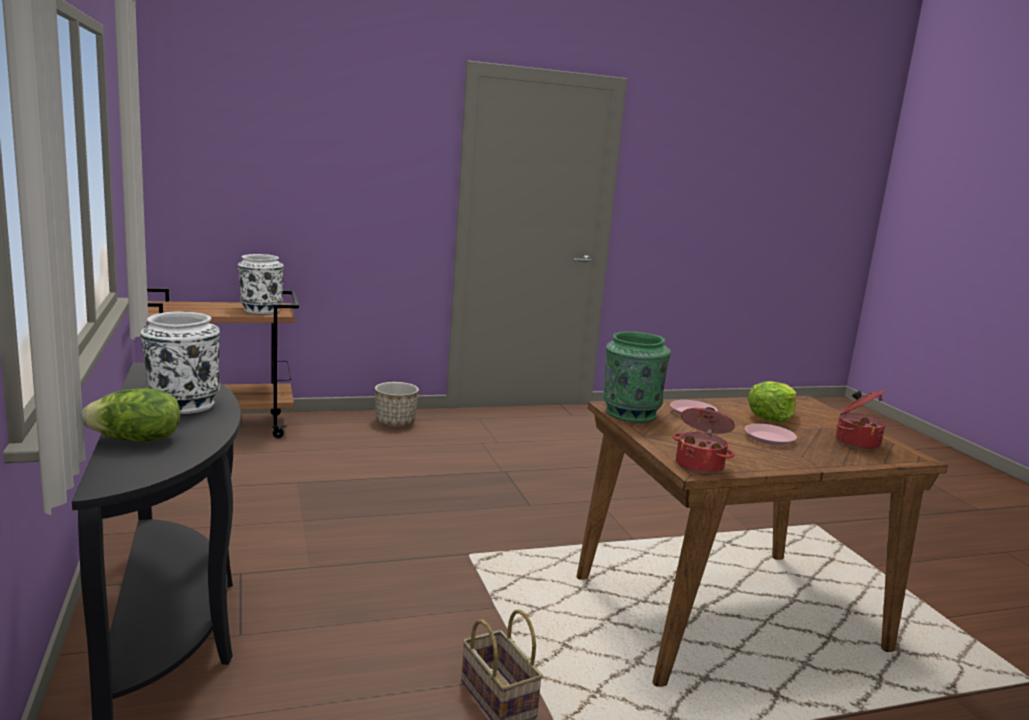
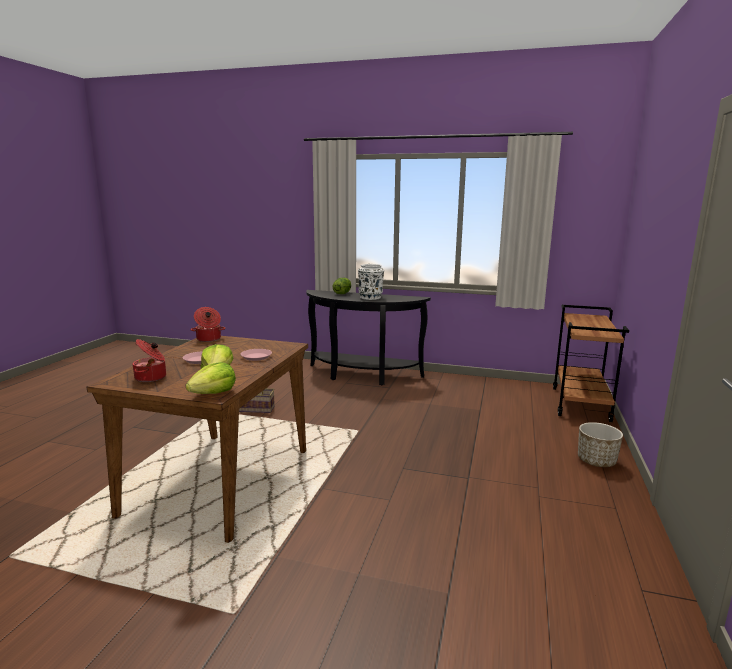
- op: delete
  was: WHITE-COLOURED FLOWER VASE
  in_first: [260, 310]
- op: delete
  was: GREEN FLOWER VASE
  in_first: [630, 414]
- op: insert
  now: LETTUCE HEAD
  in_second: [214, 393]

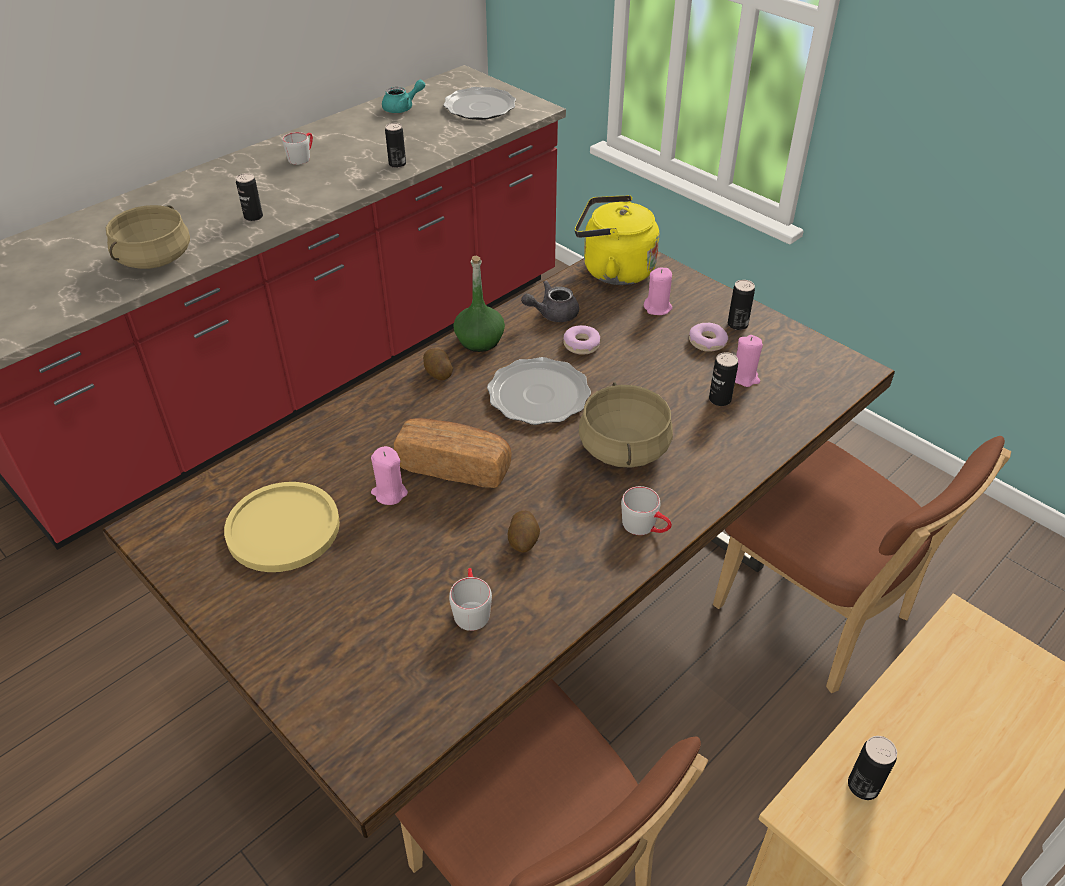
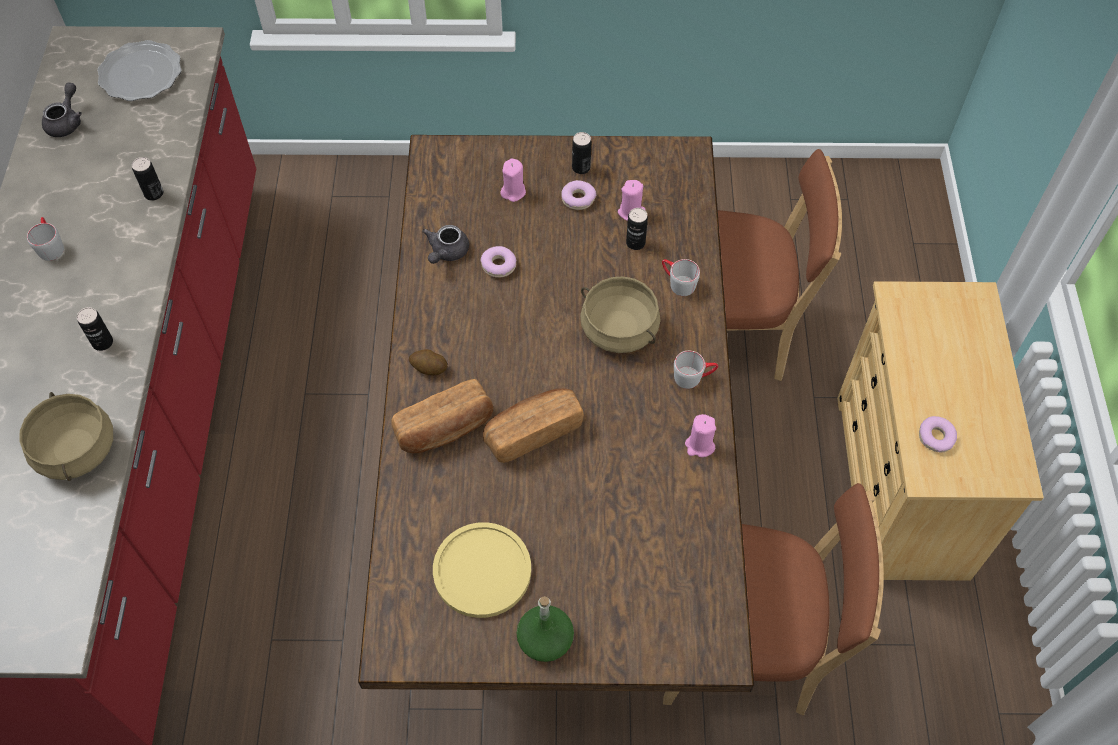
- op: delete
  was: FLAT DISH
  in_first: [539, 394]
- op: delete
  was: WHOLE POTATO
  in_first: [523, 541]
- op: delete
  was: YELLOW-COLOURED KETTLE
  in_first: [613, 270]
- op: insert
  now: BREAD
  in_second: [445, 429]
- op: move
  was: PINKISH CANDLE
  in_first: [389, 493]
  in_second: [699, 445]
- op: move
  was: GREYISH MUG
  in_first: [471, 608]
  in_second: [677, 283]
- op: move
  was: GREEN BOTTLE
  in_first: [480, 340]
  in_second: [545, 639]
- op: replace
  was: SEALED CAN
  now: DOUGHNUT
  in_first: [863, 786]
  in_second: [935, 437]
- op: recolor
  was: TURQUOISE TEAPOT
  now: GREYISH TEAPOT
  in_first: [403, 108]
  in_second: [66, 122]

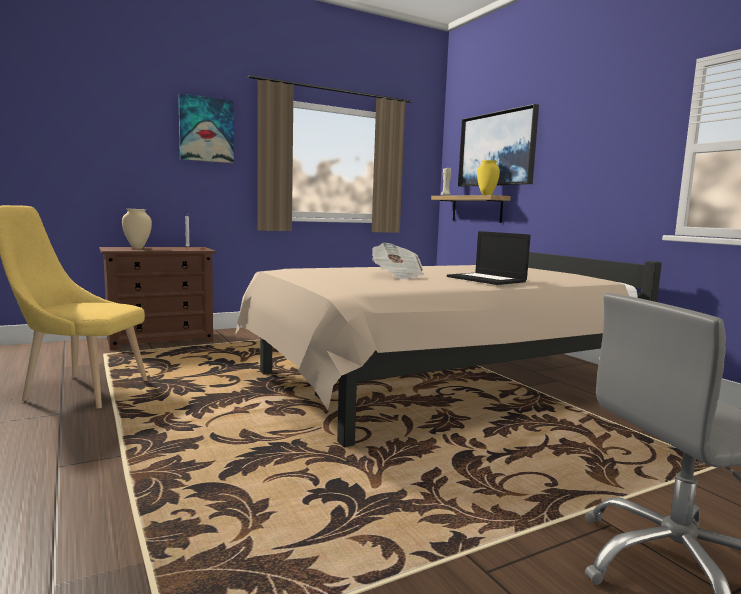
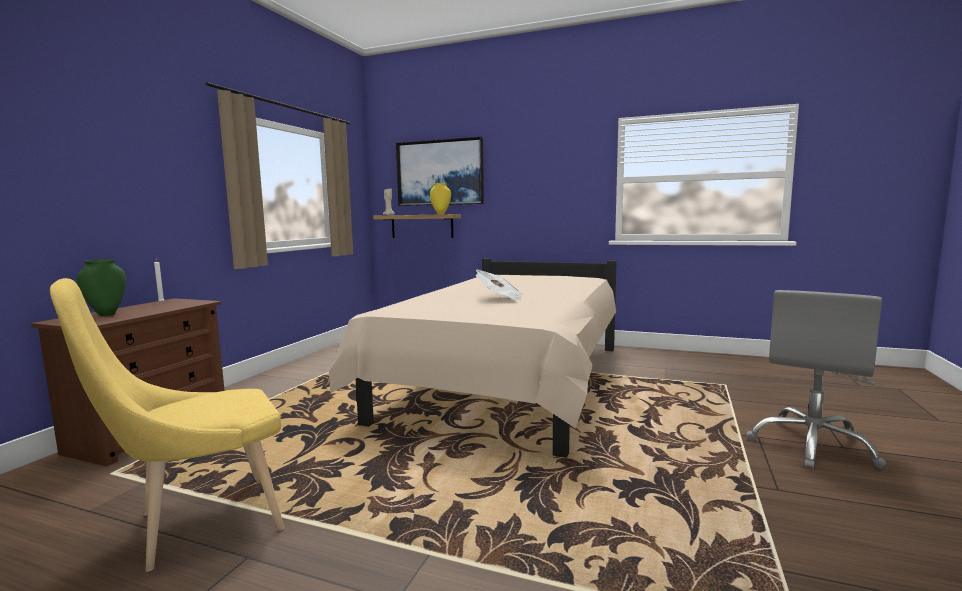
- op: delete
  was: WALL ART
  in_first: [206, 129]
- op: delete
  was: PORTABLE COMPUTER
  in_first: [487, 279]
- op: recolor
  was: SAND-COLOURED FLOWER VASE
  now: GREEN FLOWER VASE
  in_first: [137, 248]
  in_second: [106, 315]

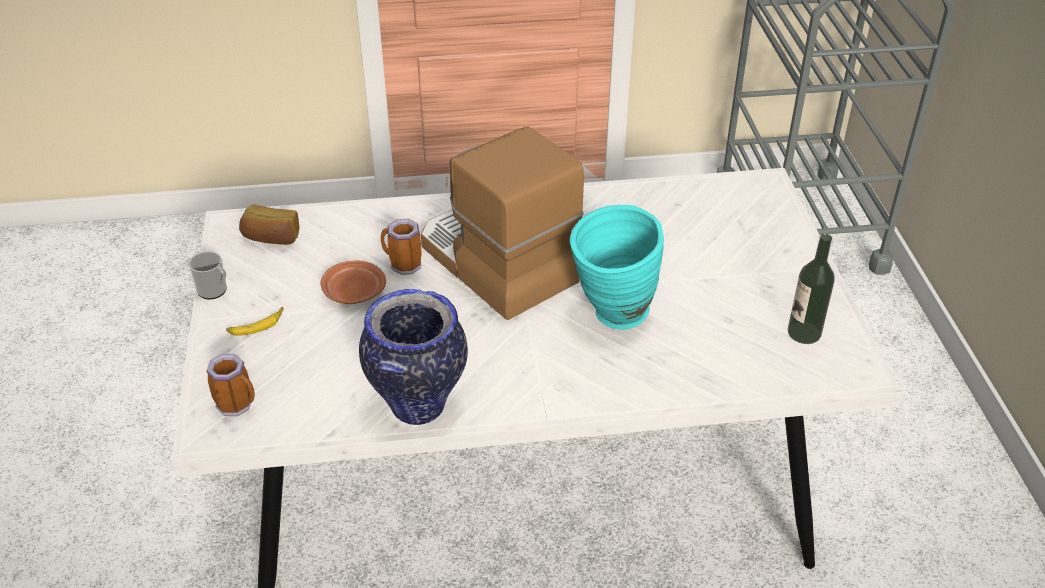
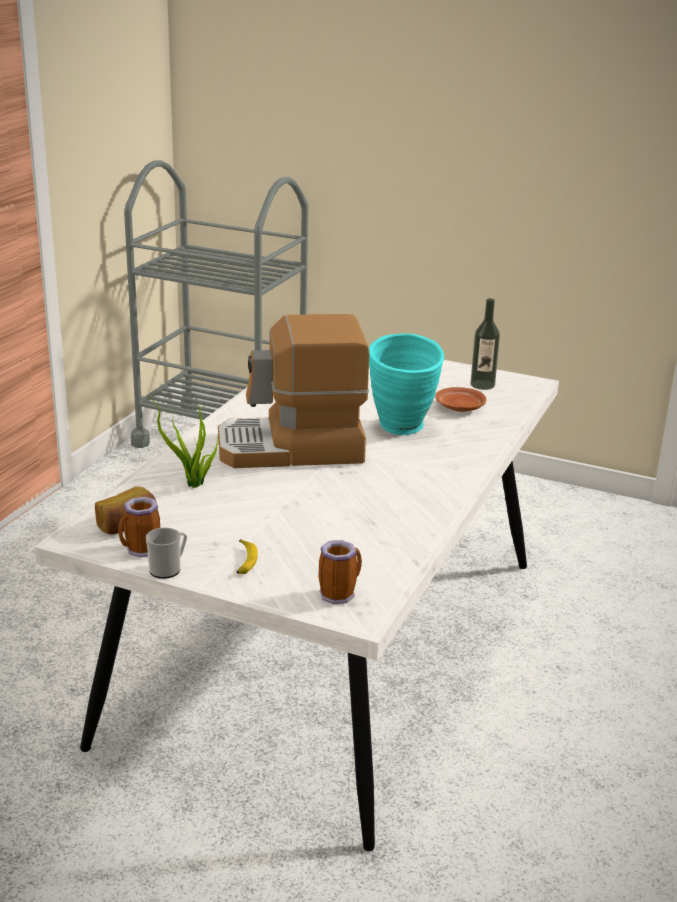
- op: delete
  was: FLOWER VASE
  in_first: [418, 405]
- op: insert
  now: POTTED PLANT
  in_second: [193, 485]
- op: move
  was: BROWNISH FLAT DISH
  in_first: [353, 291]
  in_second: [459, 407]
- op: move
  was: MUG
  in_first: [402, 266]
  in_second: [141, 551]

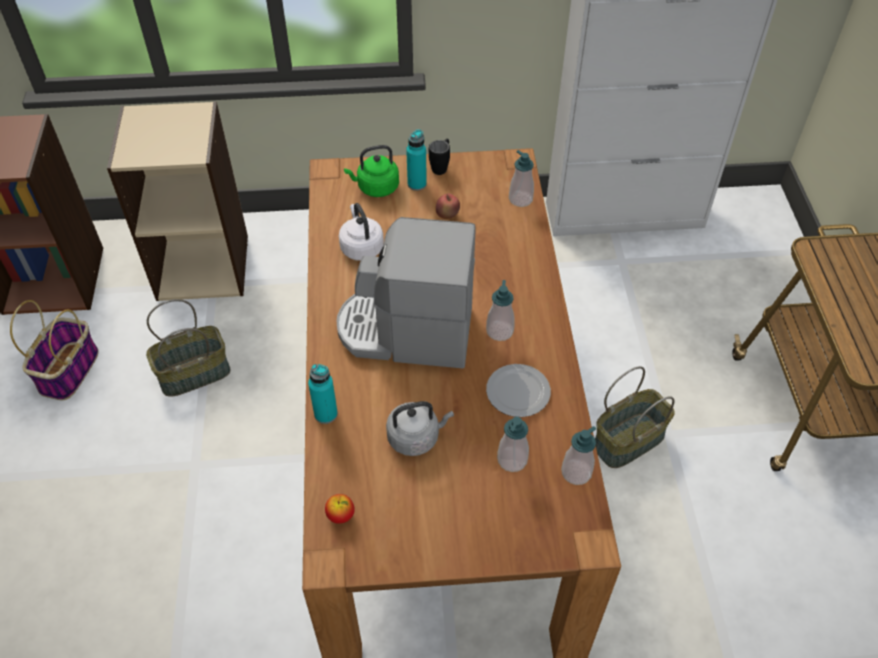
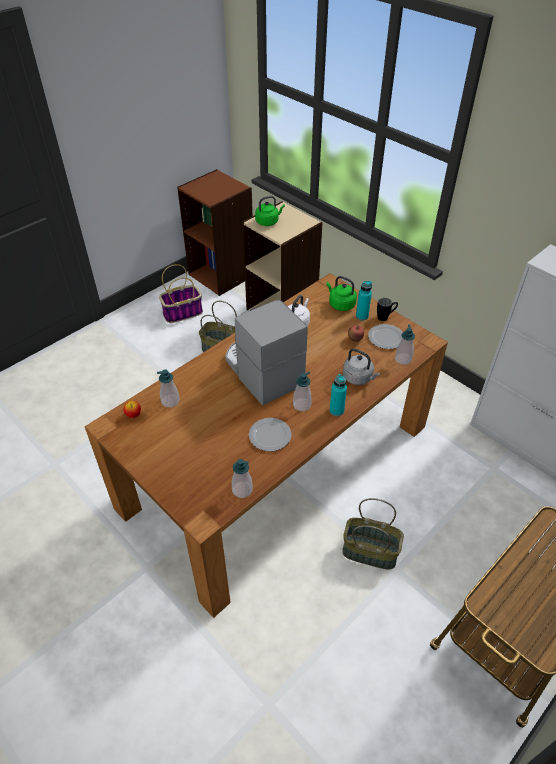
- op: insert
  now: GREEN KETTLE
  in_second: [268, 222]
- op: insert
  now: FLAT DISH
  in_second: [385, 337]
- op: move
  was: TURQUOISE BOTTLE
  in_first: [326, 414]
  in_second: [336, 410]
- op: move
  was: GREYISH KETTLE
  in_first: [416, 437]
  in_second: [359, 378]
- op: move
  was: SOAP DISPENSER
  in_first: [512, 459]
  in_second: [170, 401]

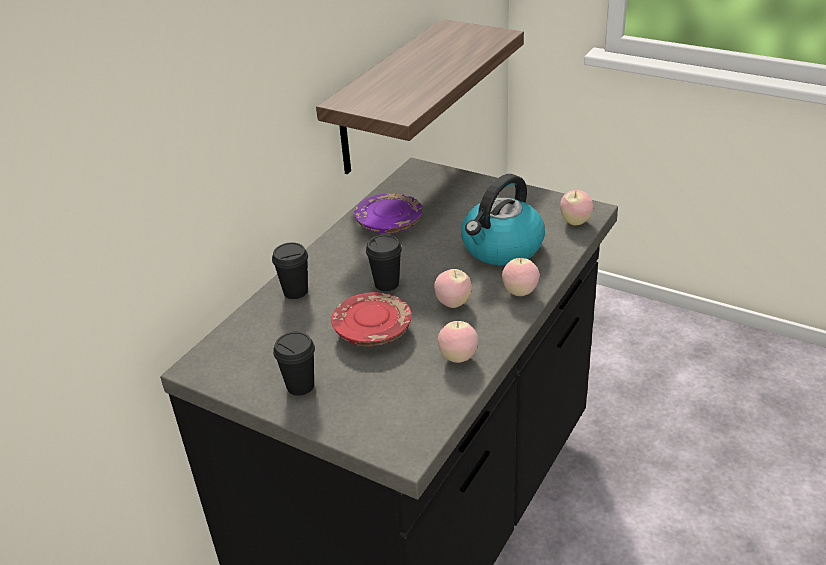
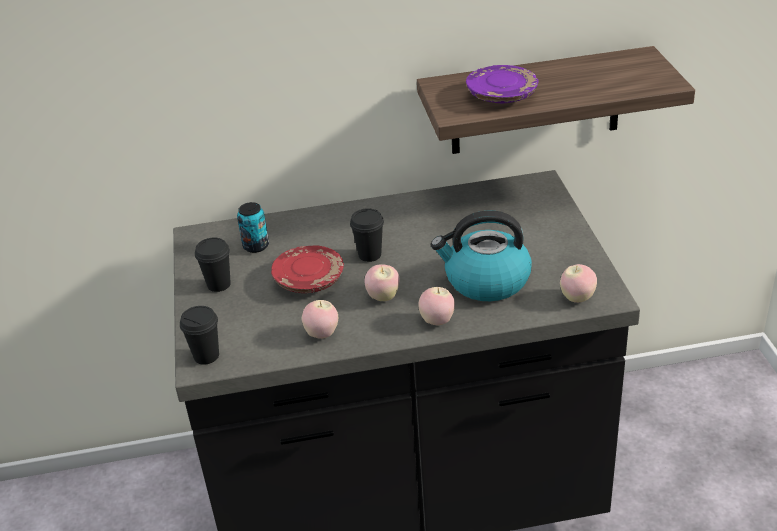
- op: insert
  now: SEALED CAN
  in_second: [256, 246]
- op: move
  was: BLACK-COLOURED DRINKING CUP
  in_first: [295, 292]
  in_second: [206, 356]
- op: move
  was: PURPLISH FLAT DISH
  in_first: [389, 223]
  in_second: [501, 95]

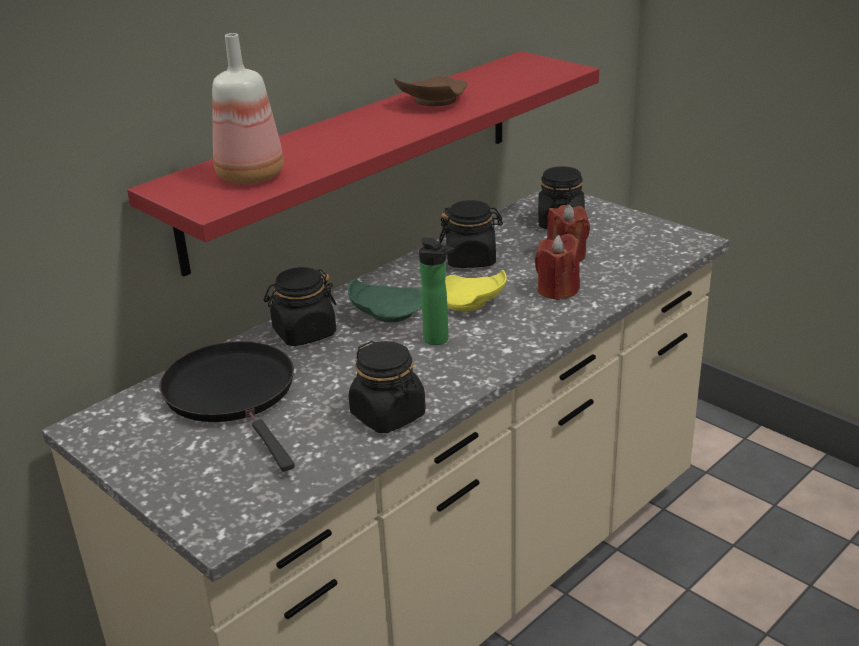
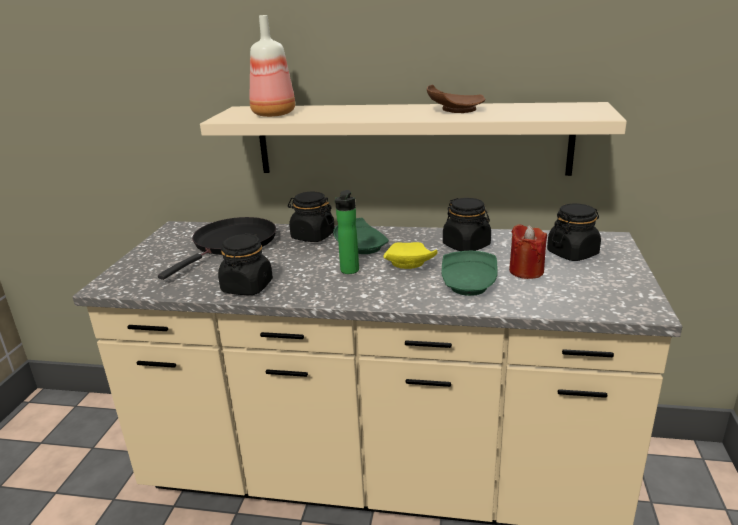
- op: replace
  was: REDDISH CANDLE
  now: GREEN FLAT DISH
  in_first: [557, 290]
  in_second: [469, 285]
- op: recolor
  was: REDDISH BRACKET SHELF
  now: SAND-COLOURED BRACKET SHELF
  in_first: [356, 156]
  in_second: [410, 139]

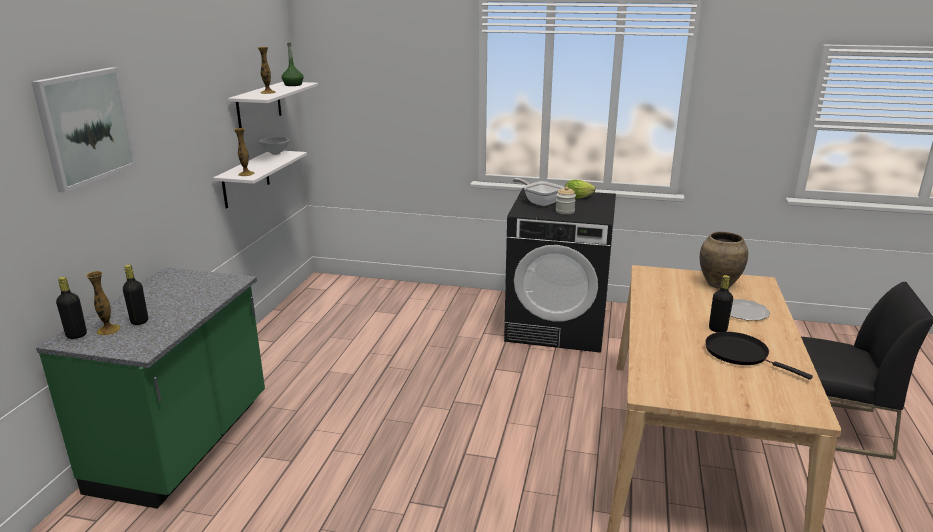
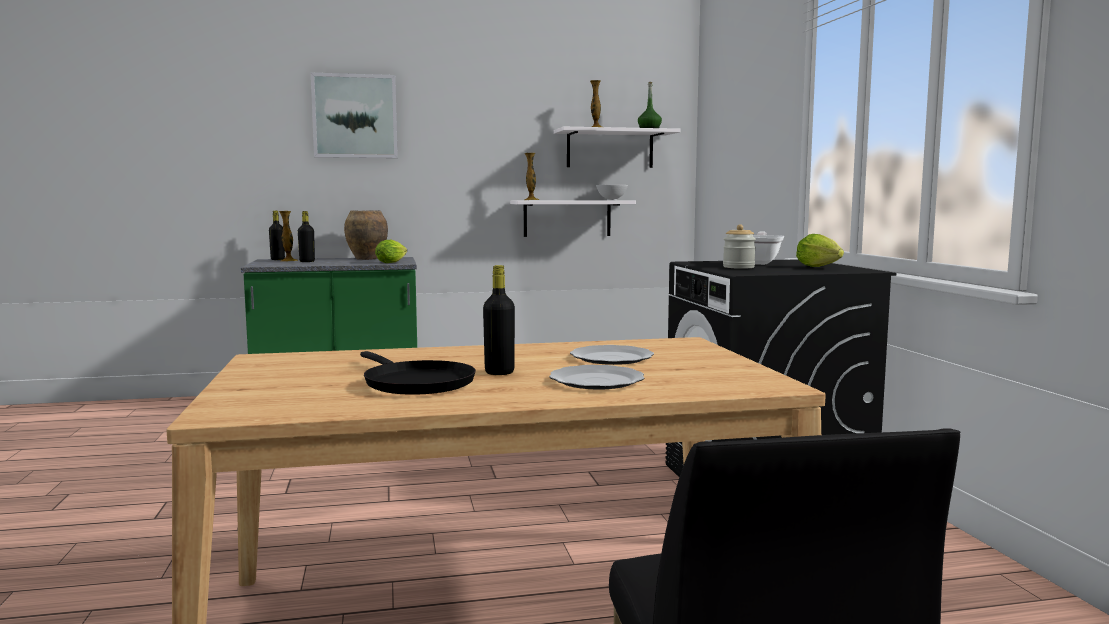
- op: insert
  now: LETTUCE HEAD
  in_second: [392, 262]
- op: insert
  now: FLAT DISH
  in_second: [611, 358]
- op: move
  was: BROWNISH FLOWER VASE
  in_first: [718, 284]
  in_second: [366, 259]
- op: rotate
  was: BLACK-COLOURED SKILLET
  in_first: [740, 354]
  in_second: [415, 383]
  clockwise: 120

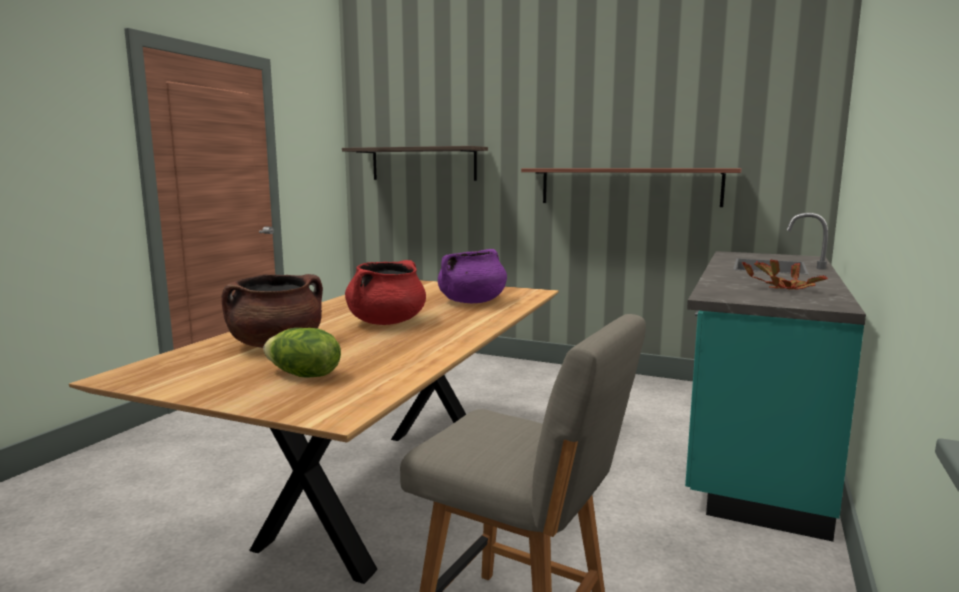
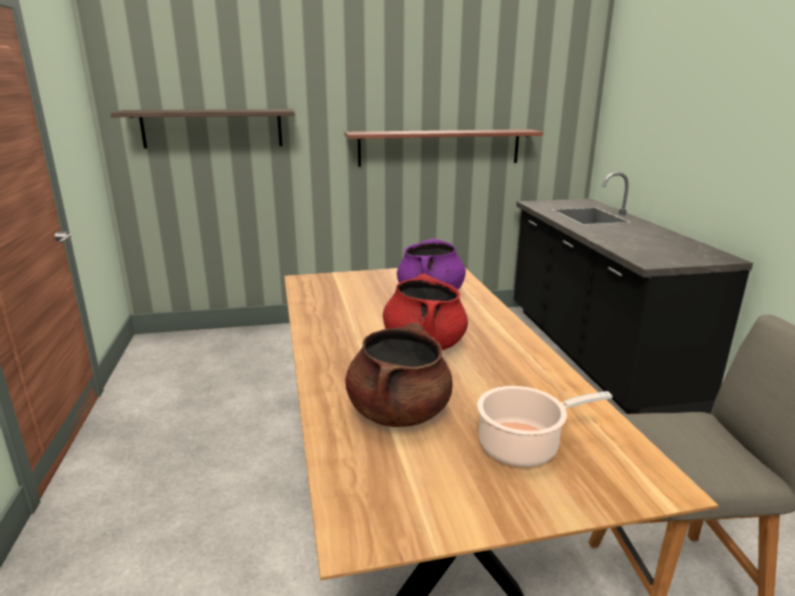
- op: delete
  was: POTTED PLANT
  in_first: [783, 289]
- op: replace
  was: LETTUCE HEAD
  now: STOCKPOT
  in_first: [303, 375]
  in_second: [523, 446]
- op: recolor
  was: TURQUOISE KITCHEN COUNTER
  now: BLACK-COLOURED KITCHEN COUNTER
  in_first: [753, 445]
  in_second: [592, 355]

